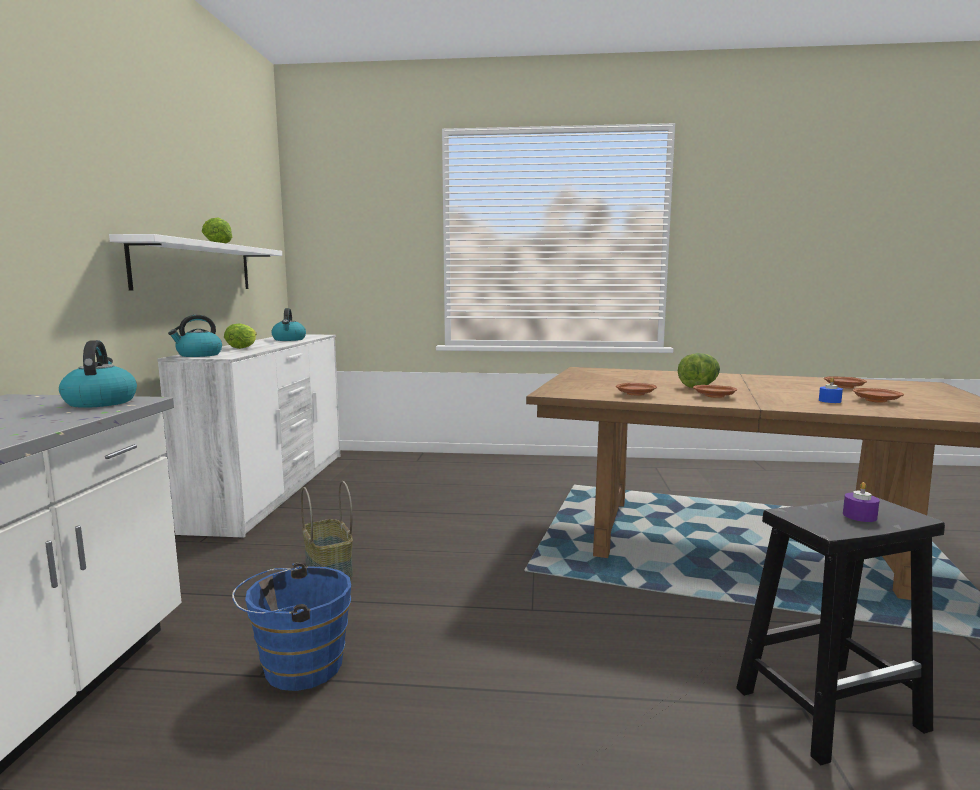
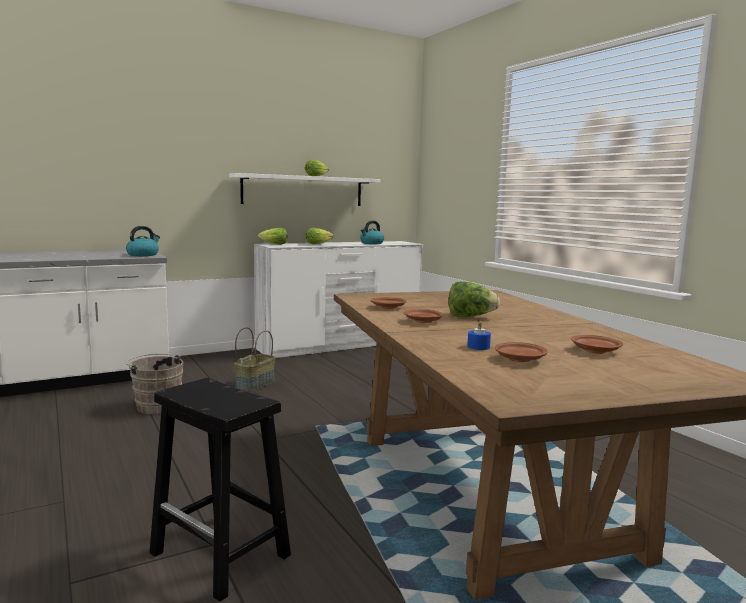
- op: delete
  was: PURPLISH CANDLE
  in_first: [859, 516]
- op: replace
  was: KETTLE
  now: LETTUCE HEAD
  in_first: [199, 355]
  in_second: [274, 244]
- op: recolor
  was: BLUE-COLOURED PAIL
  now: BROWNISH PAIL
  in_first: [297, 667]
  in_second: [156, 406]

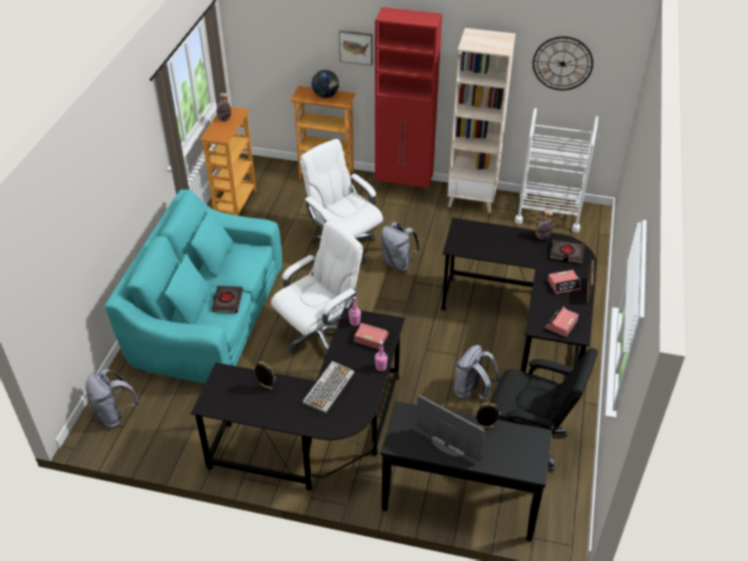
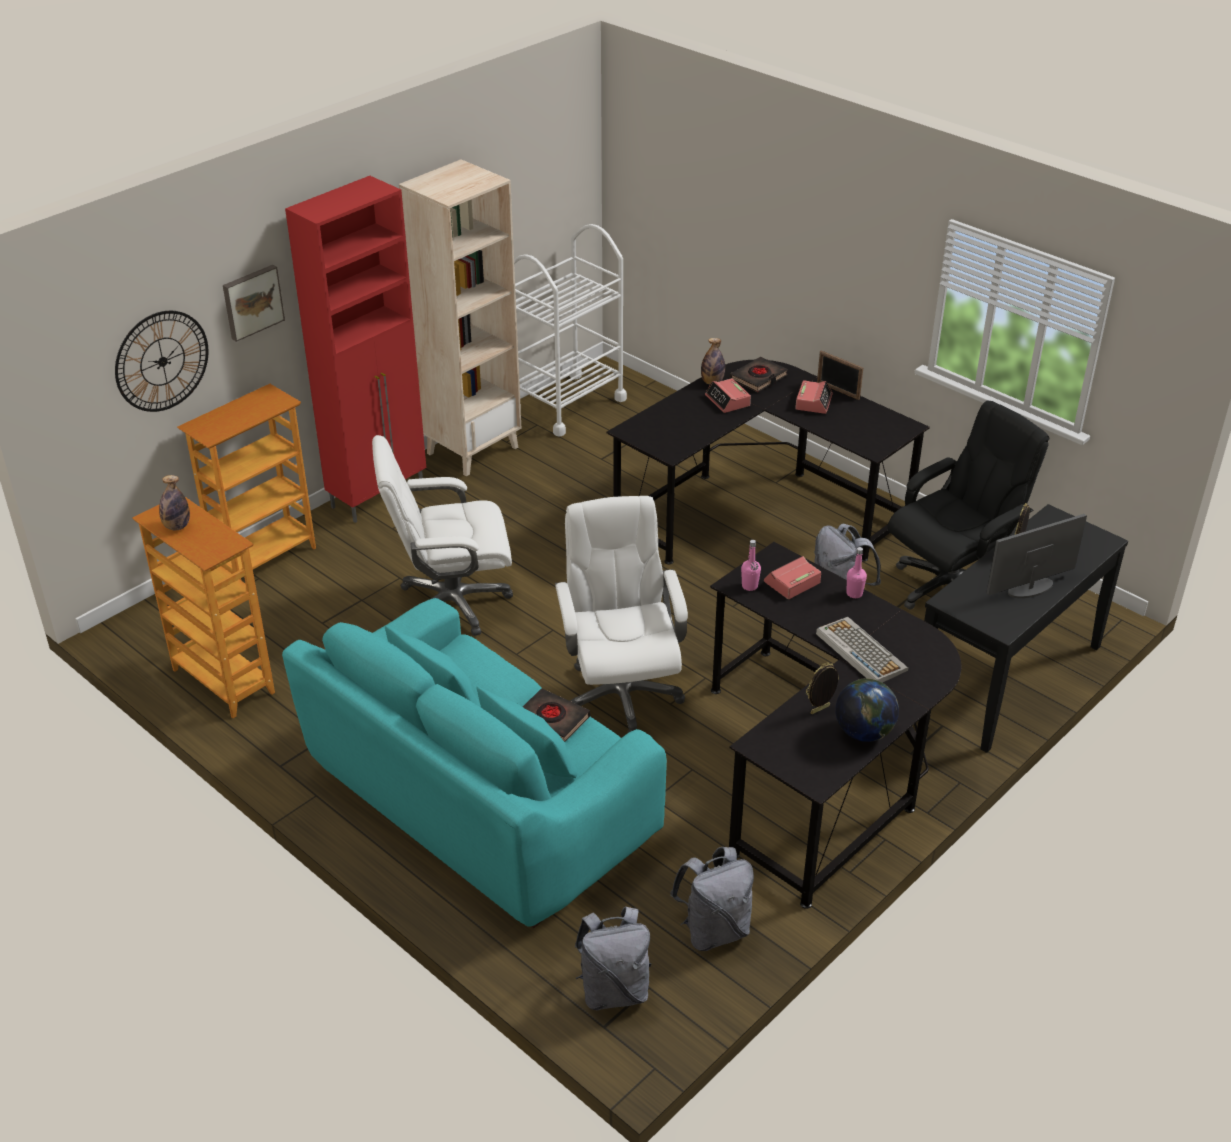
- op: move
  was: GLOBE
  in_first: [326, 96]
  in_second: [864, 733]
- op: move
  was: GREYISH BACKPACK
  in_first: [398, 263]
  in_second: [714, 930]
- op: move
  was: CLOCK ON THE WALL
  in_first: [562, 63]
  in_second: [162, 361]
- op: move
  was: BEDSIDE CLOCK
  in_first: [561, 324]
  in_second: [728, 401]

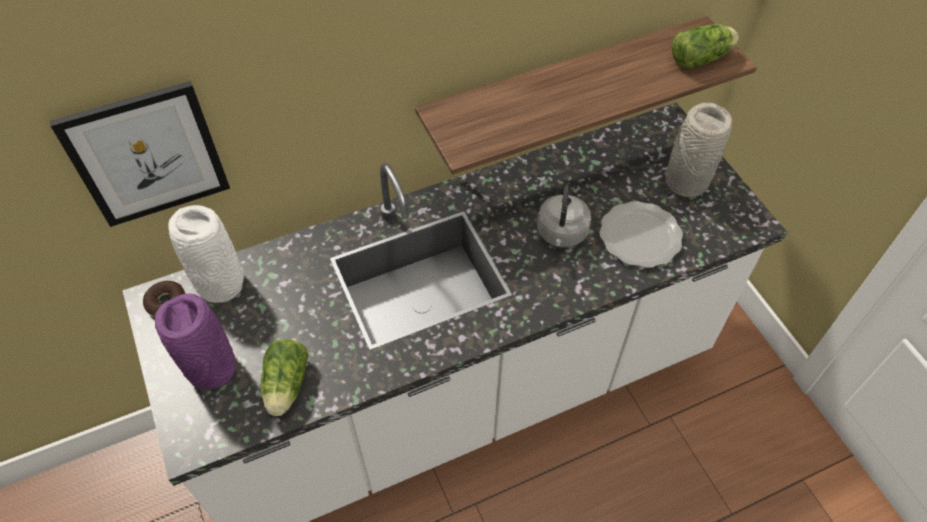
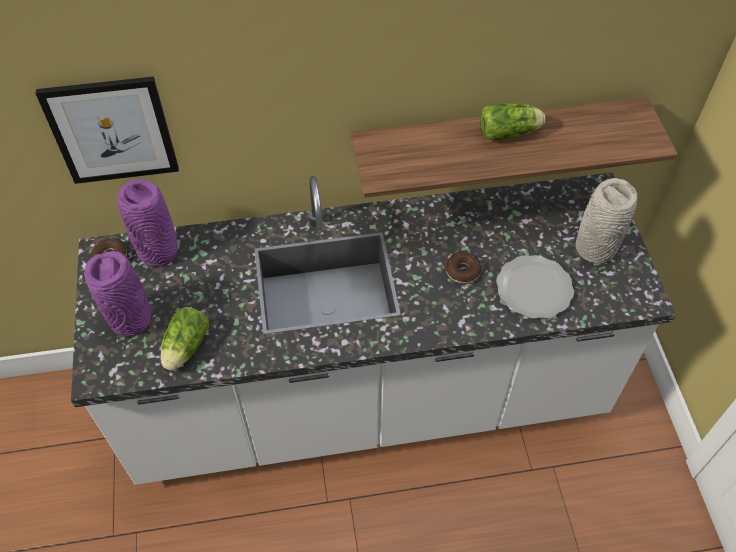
- op: move
  was: LETTUCE HEAD
  in_first: [702, 58]
  in_second: [510, 133]
- op: replace
  was: GREYISH KETTLE
  now: DOUGHNUT
  in_first: [561, 234]
  in_second: [462, 271]
- op: recolor
  was: WHITE-COLOURED FLOWER VASE
  now: PURPLISH FLOWER VASE
  in_first: [222, 285]
  in_second: [159, 252]

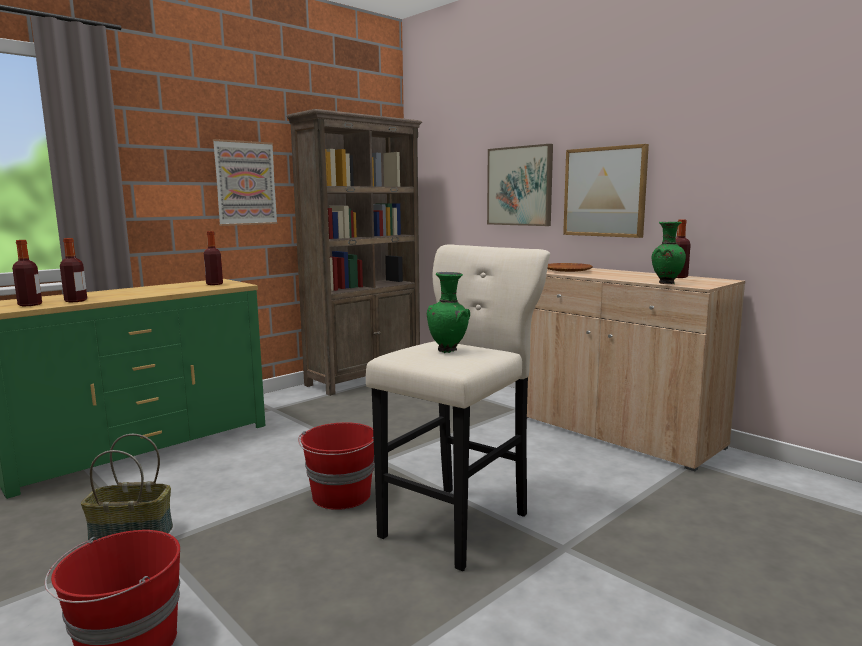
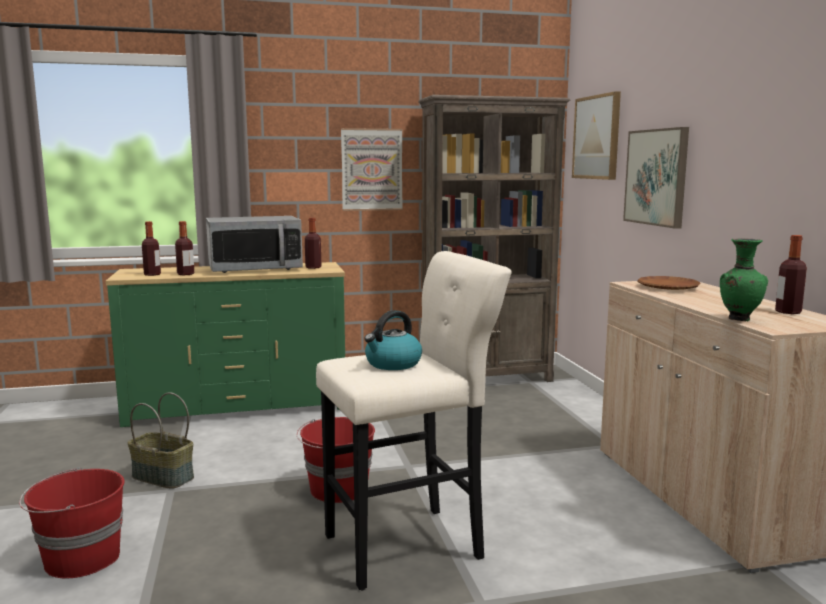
- op: insert
  now: KITCHEN MICROWAVE
  in_second: [255, 269]
- op: move
  was: WALL ART
  in_first: [605, 192]
  in_second: [597, 137]
- op: replace
  was: GREEN FLOWER VASE
  now: KETTLE
  in_first: [449, 351]
  in_second: [392, 364]

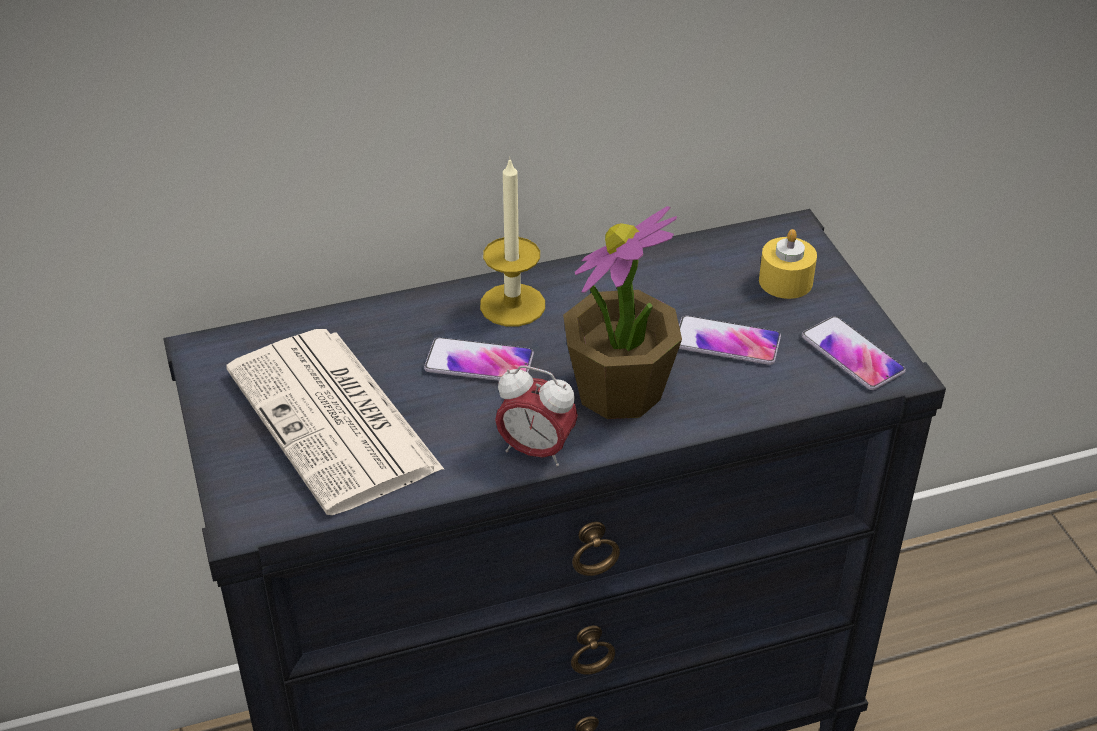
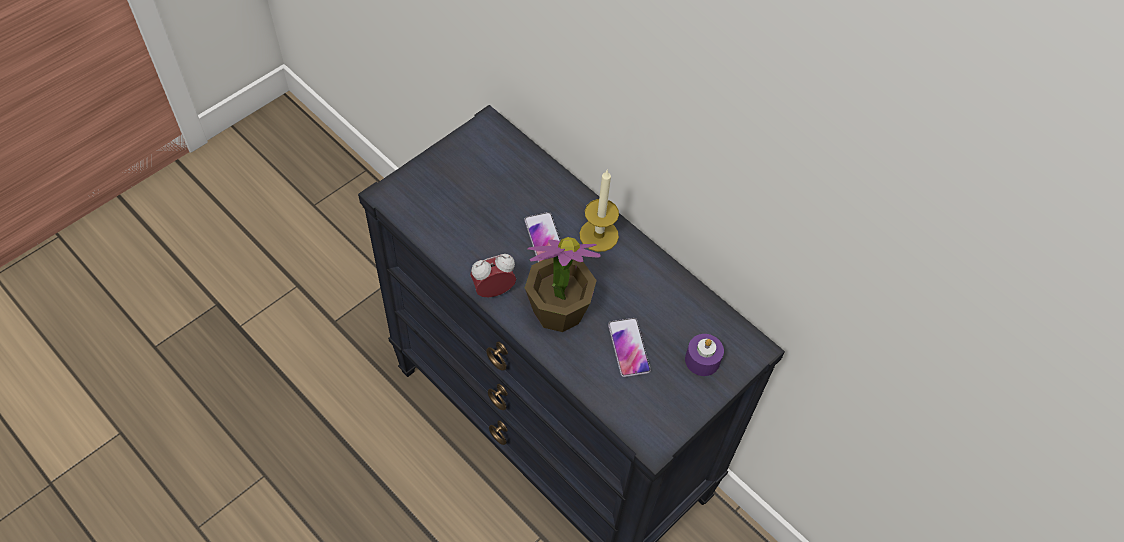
- op: delete
  was: DAILY PAPER
  in_first: [336, 421]
- op: delete
  was: PHONE
  in_first: [852, 354]
- op: recolor
  was: YELLOW-COLOURED CANDLE
  now: PURPLISH CANDLE
  in_first: [785, 281]
  in_second: [702, 360]
- op: rotate
  was: BEDSIDE CLOCK
  in_first: [536, 450]
  in_second: [493, 290]
  clockwise: 75

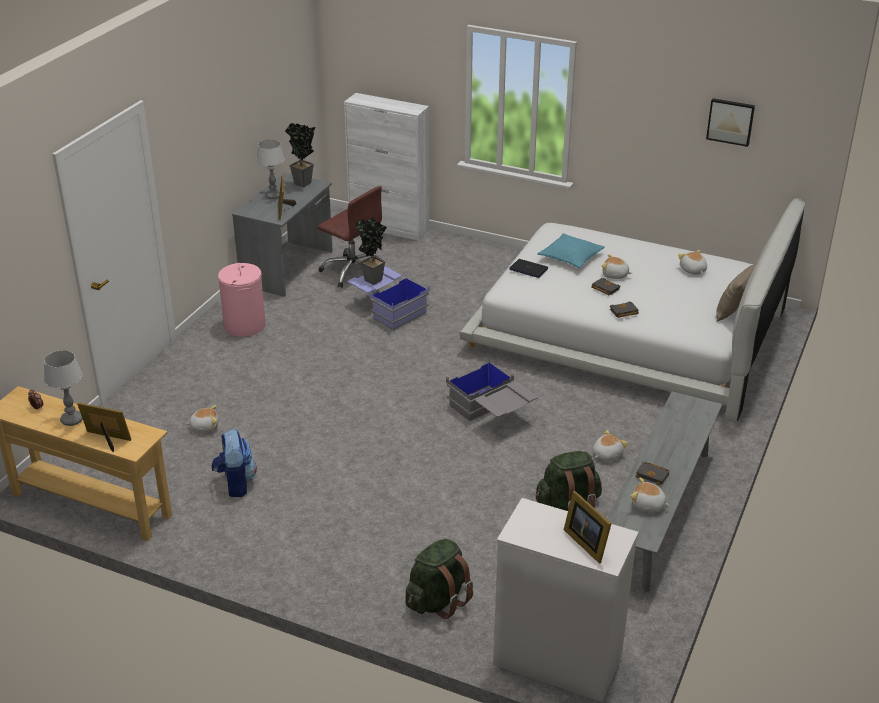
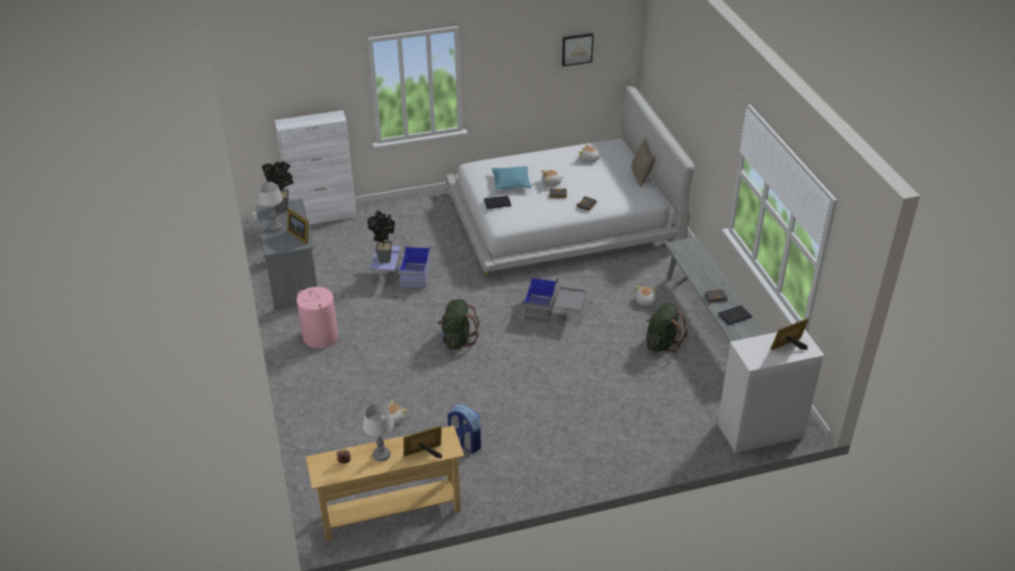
- op: delete
  was: BROWNISH DESK CHAIR
  in_first: [353, 271]
- op: move
  was: GREEN BACKPACK
  in_first: [438, 600]
  in_second: [457, 339]
- op: replace
  was: CUDDLY TOY
  now: PORTABLE COMPUTER
  in_first: [648, 505]
  in_second: [734, 315]
- op: rotate
  was: PHOTO FRAME
  in_first: [586, 542]
  in_second: [789, 346]
  clockwise: 135

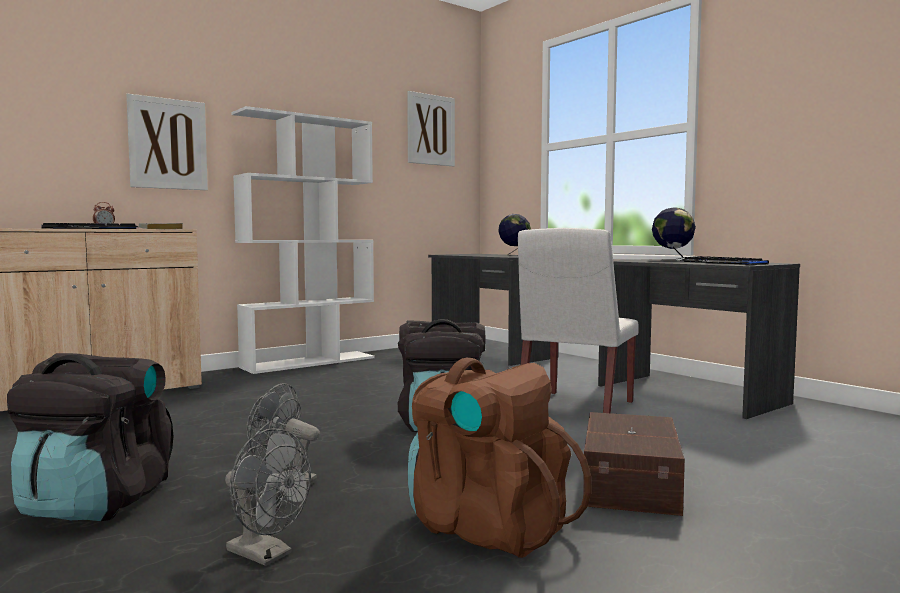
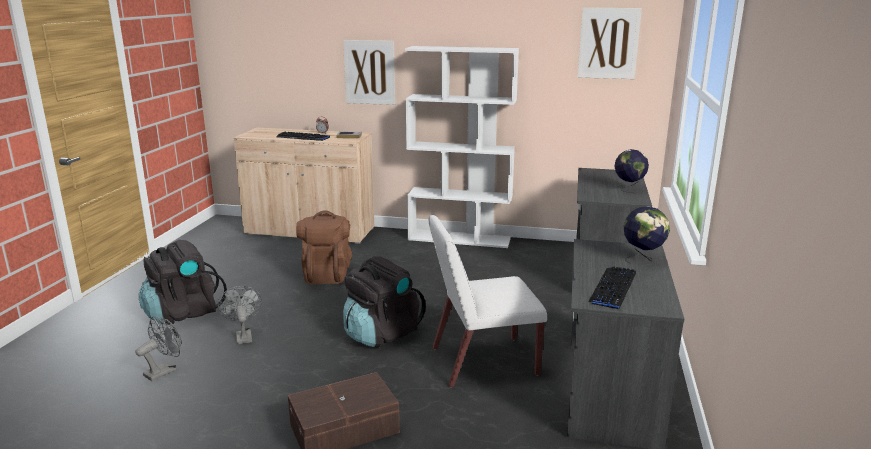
- op: move
  was: BROWNISH BACKPACK
  in_first: [487, 527]
  in_second: [326, 274]
- op: rotate
  was: GREYISH COOLING FAN
  in_first: [267, 555]
  in_second: [164, 371]
  clockwise: -135

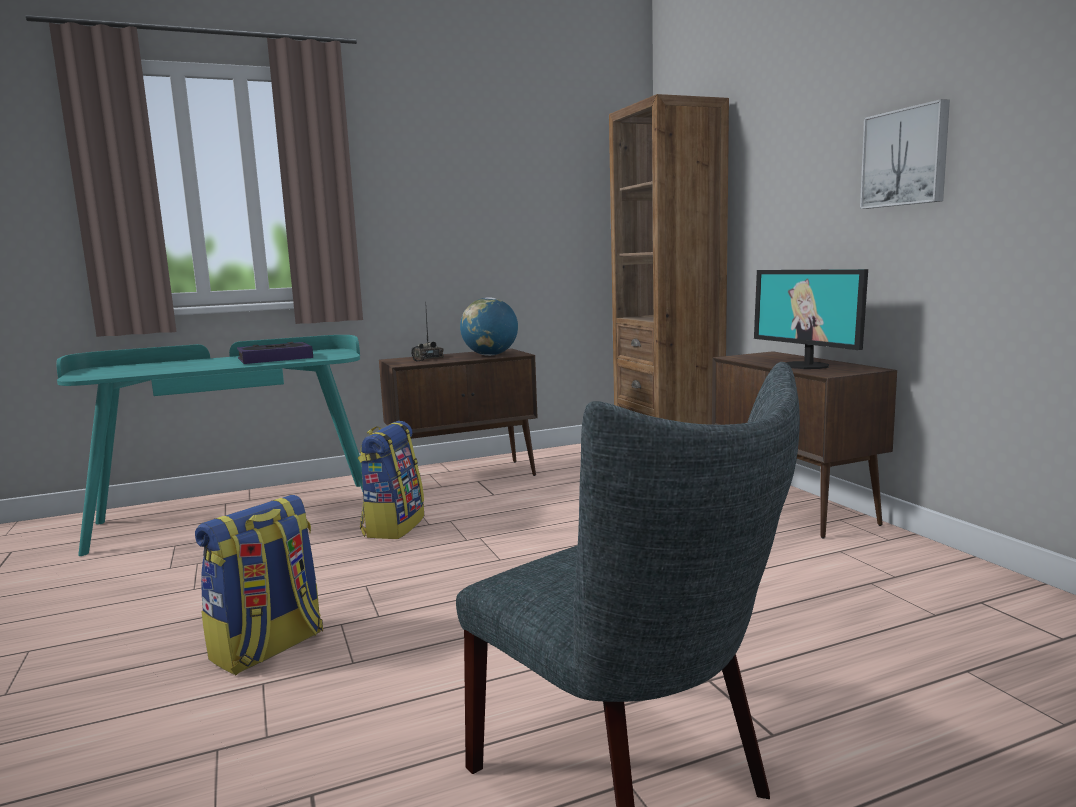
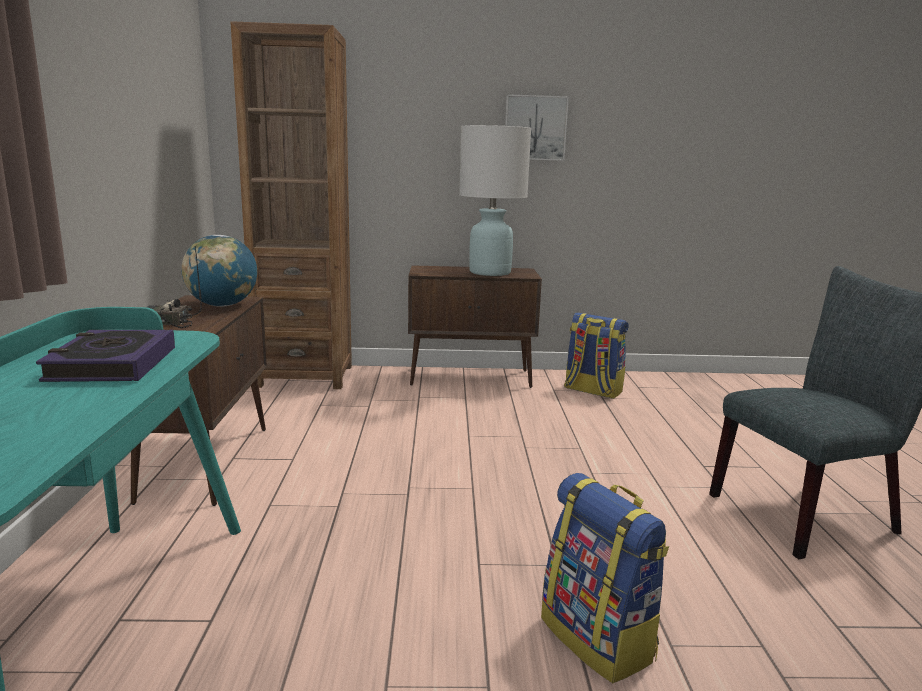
- op: move
  was: BACKPACK
  in_first: [393, 526]
  in_second: [592, 391]
- op: replace
  was: COMPUTER SCREEN
  now: WHITE-COLOURED TABLETOP LAMP
  in_first: [806, 365]
  in_second: [490, 272]

